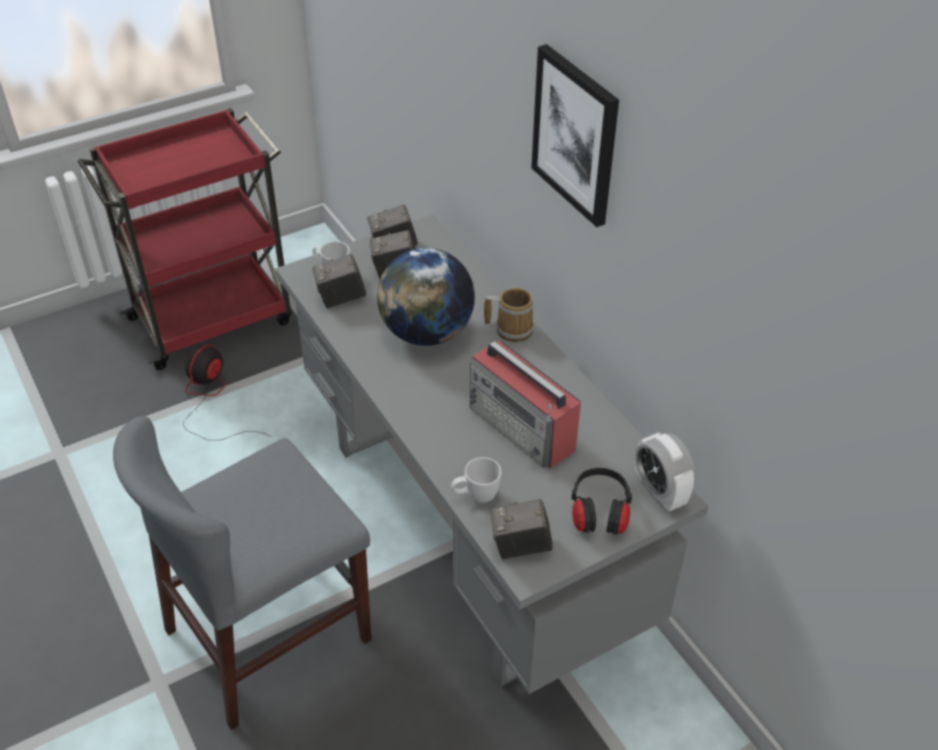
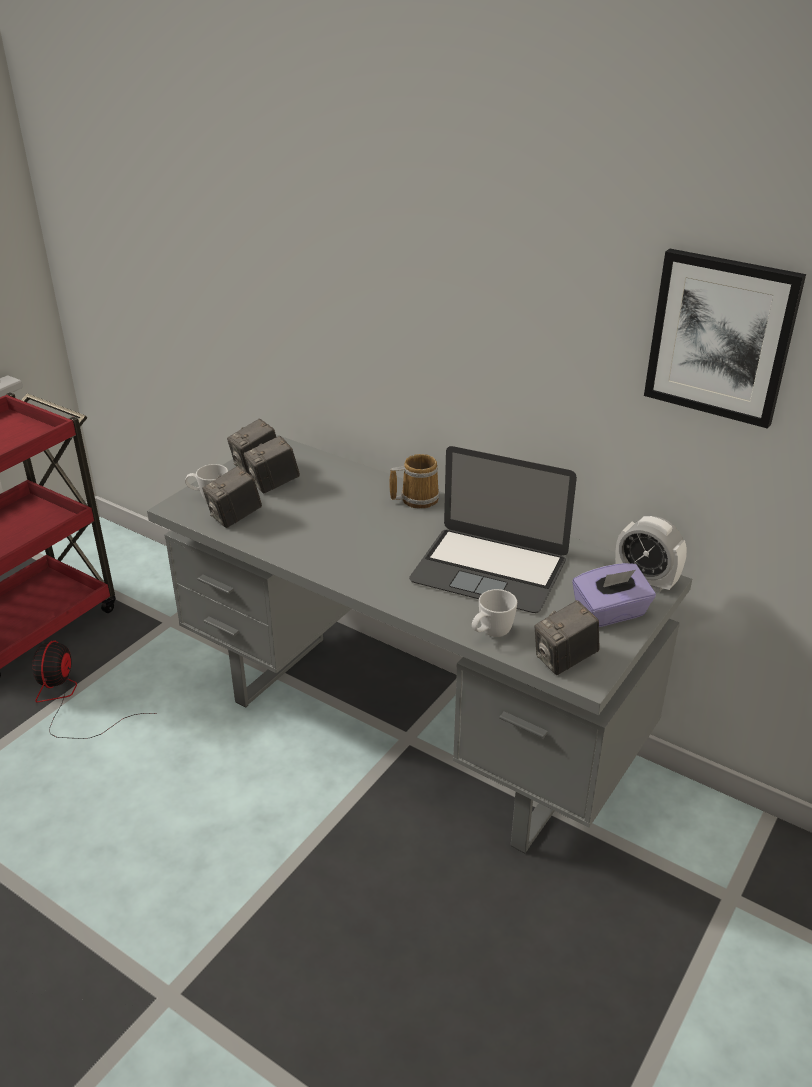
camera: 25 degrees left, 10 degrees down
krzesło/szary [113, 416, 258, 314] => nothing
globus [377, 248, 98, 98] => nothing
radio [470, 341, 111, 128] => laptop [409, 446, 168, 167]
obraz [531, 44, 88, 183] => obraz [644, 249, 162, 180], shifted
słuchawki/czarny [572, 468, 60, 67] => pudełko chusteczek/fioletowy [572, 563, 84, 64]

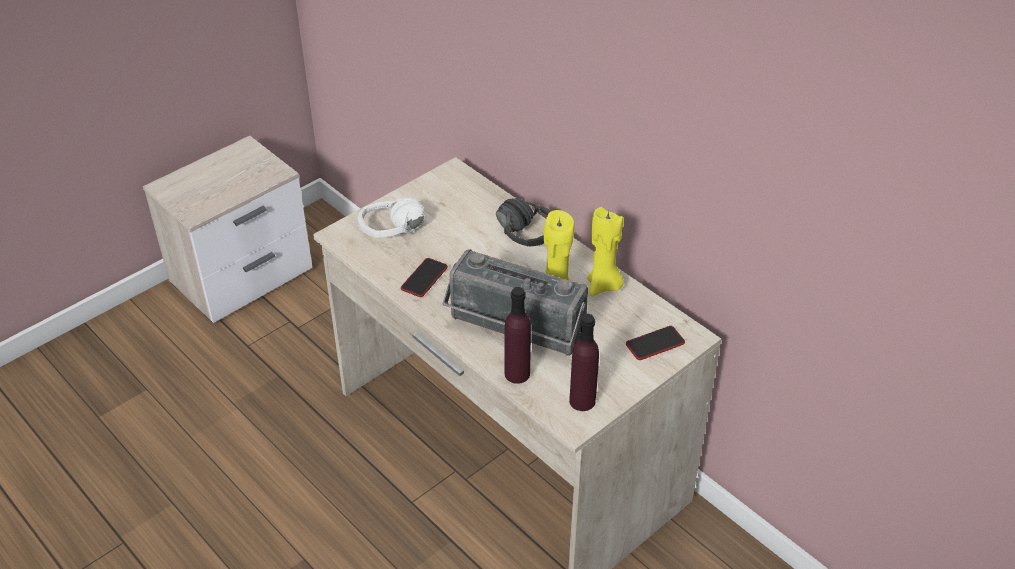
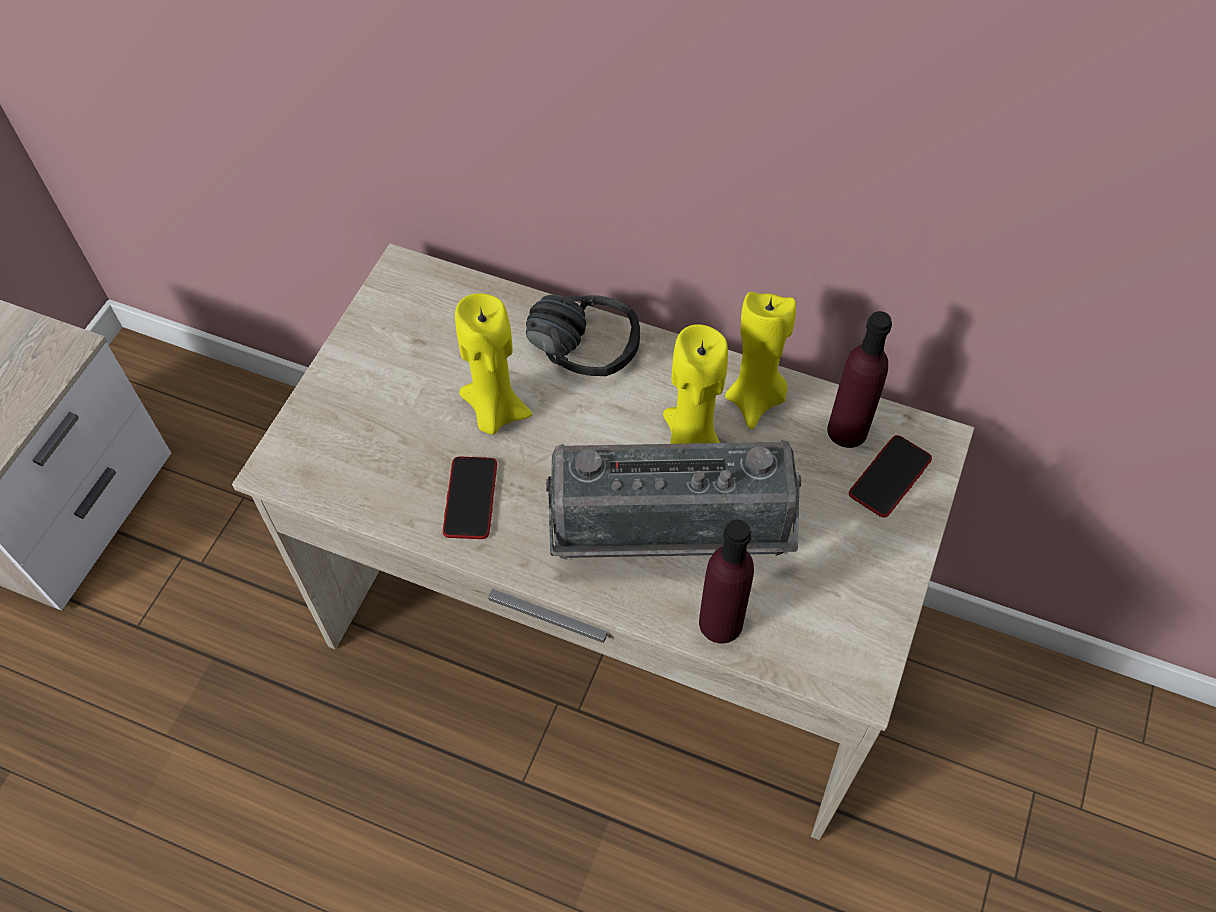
camera: 25 degrees left, 15 degrees up
słuchawki/biały [358, 198, 66, 39] => nothing
butelka/fioletowy [569, 314, 30, 97] => butelka/fioletowy [827, 311, 65, 137], shifted
nothing => świeca/żółty [455, 293, 78, 142]

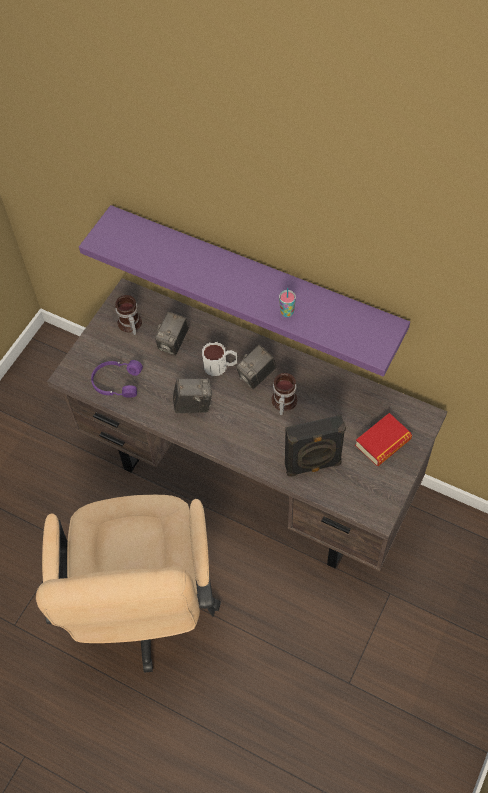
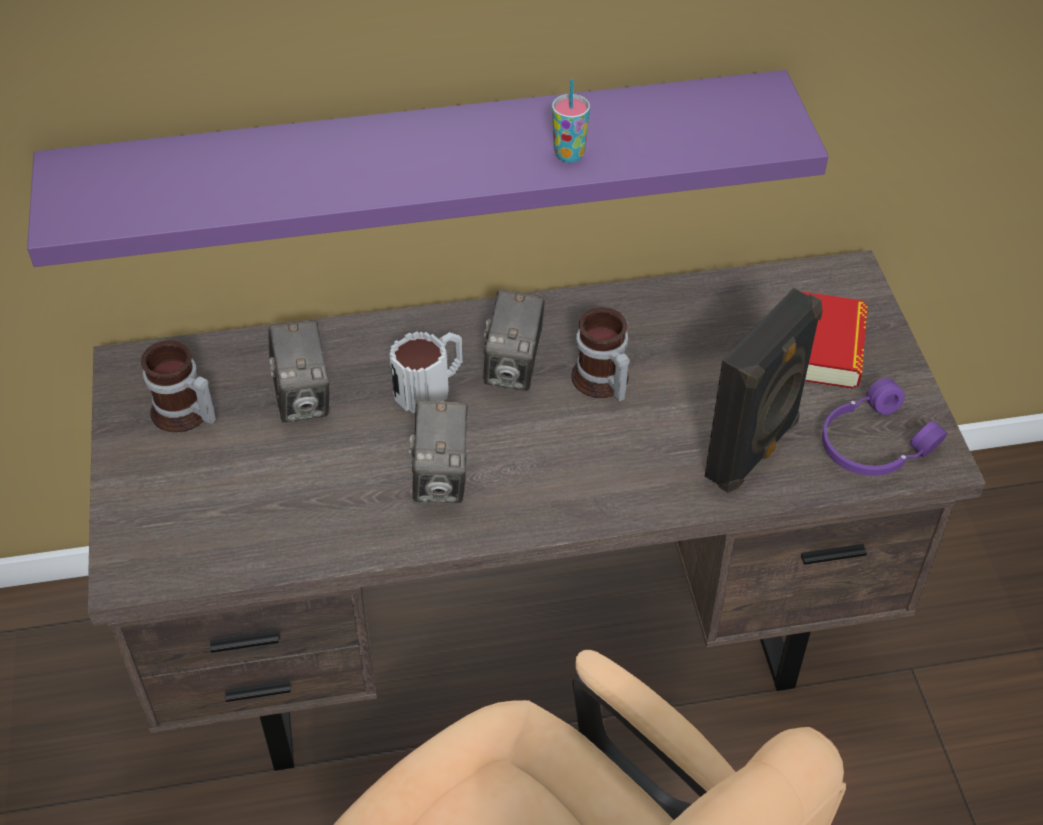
camera: 40 degrees left, 10 degrees down
słuchawki/fioletowy [91, 360, 52, 38] => słuchawki/fioletowy [822, 378, 126, 98], shifted
aparat fotograficzny [173, 378, 39, 35] => aparat fotograficzny [408, 401, 60, 102], 135 degrees clockwise

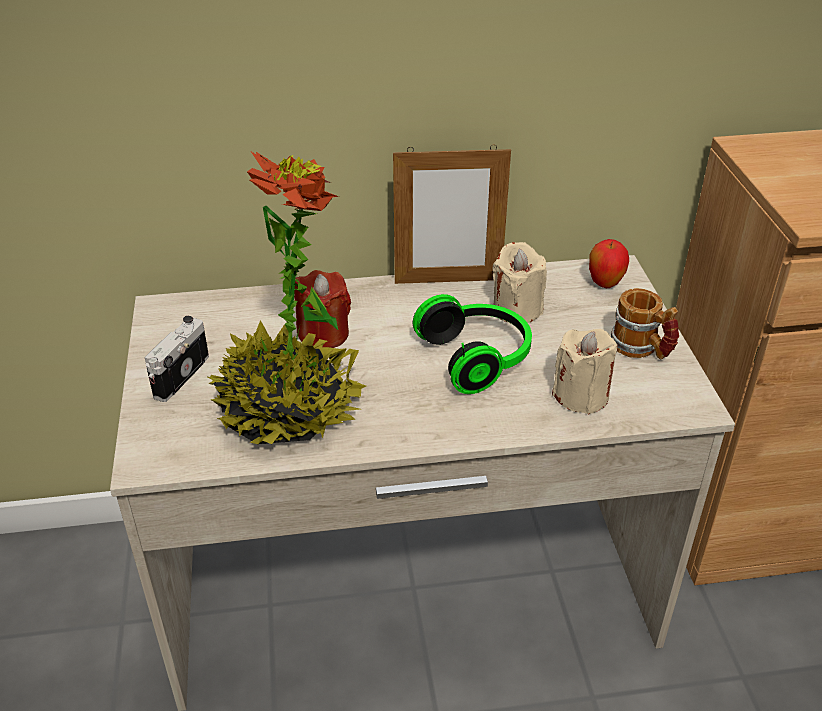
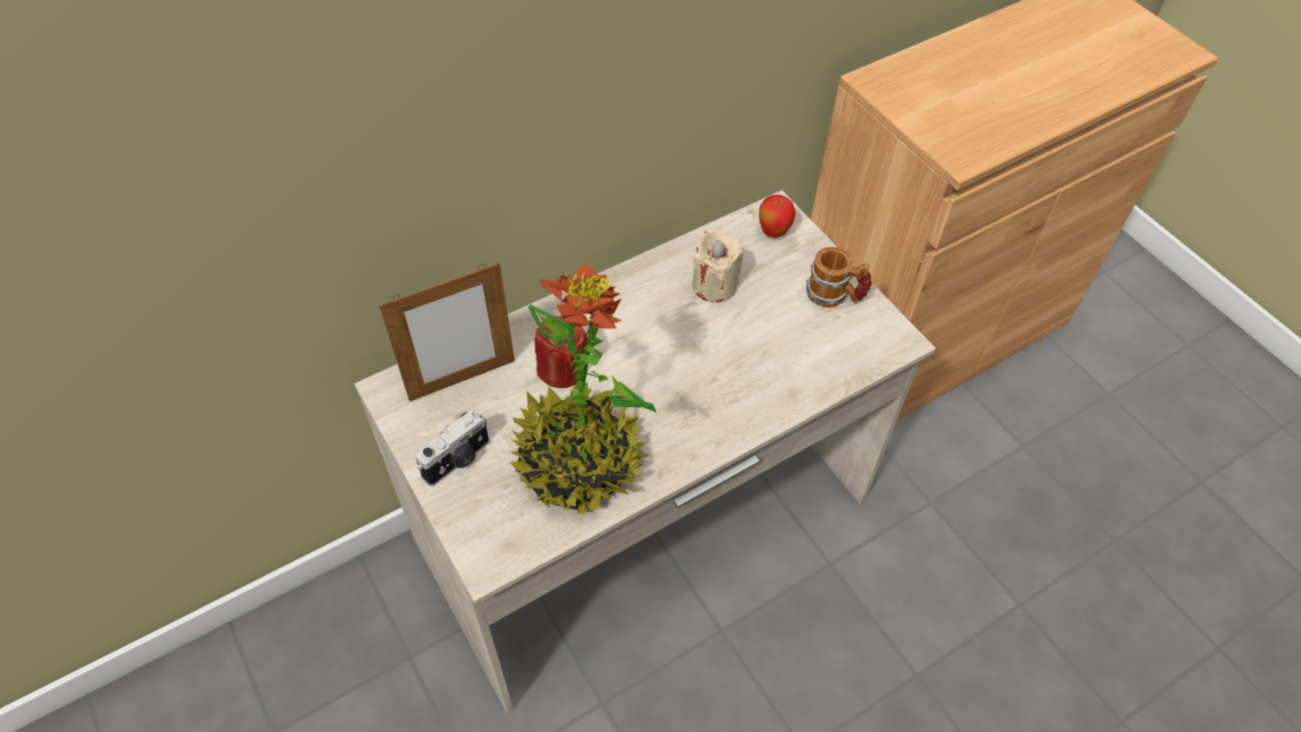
camera: 25 degrees left, 15 degrees up
aparat fotograficzny [144, 316, 65, 86] => aparat fotograficzny [415, 410, 74, 76], 135 degrees counterclockwise
ramka na zdjęcie [393, 145, 118, 139] => ramka na zdjęcie [379, 262, 136, 139], shifted
słuchawki [413, 294, 119, 100] => nothing
świeca/beżowy [552, 329, 66, 85] => nothing

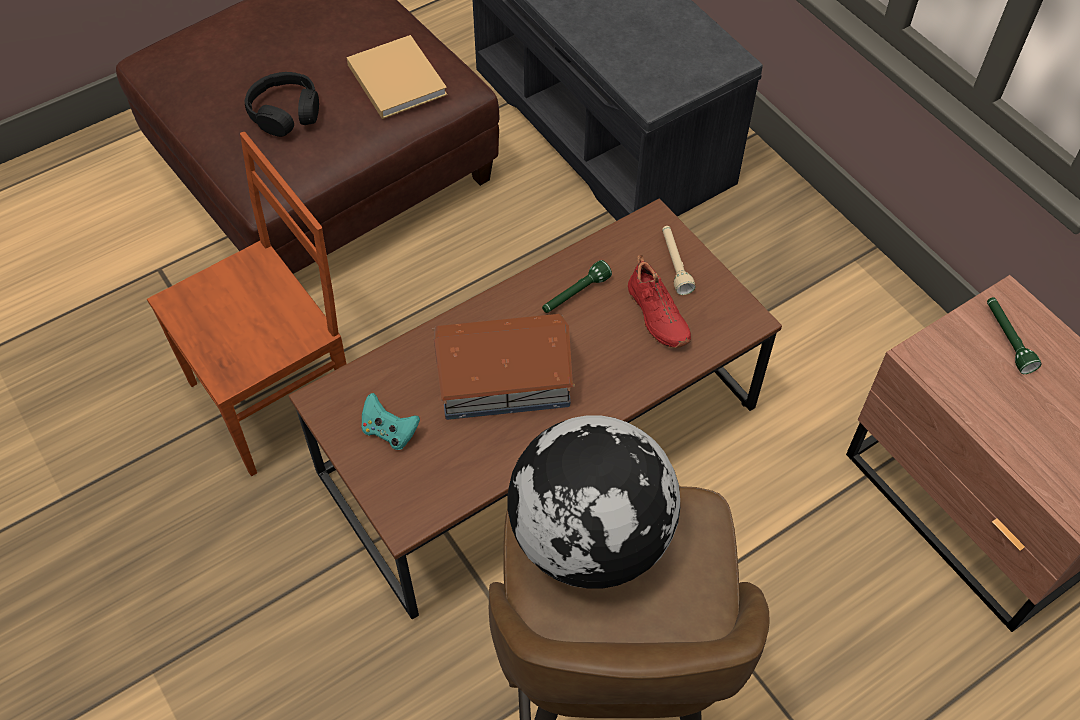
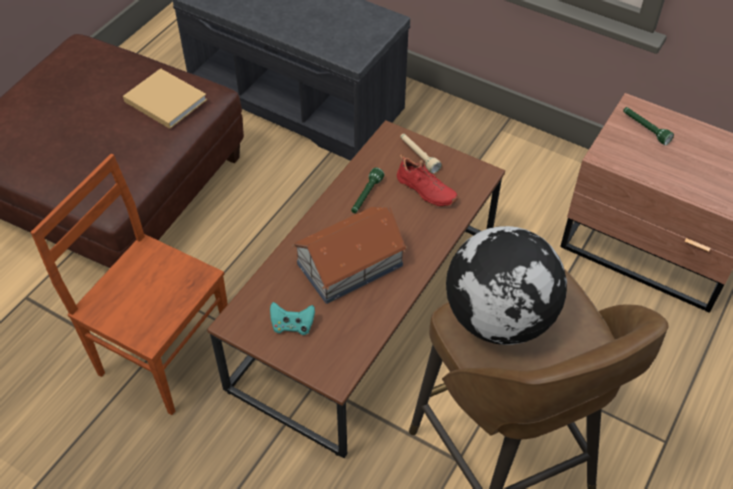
camera: 25 degrees left, 5 degrees down
krzesło/brązowy [147, 132, 199, 344] => krzesło/brązowy [31, 154, 197, 261], 90 degrees counterclockwise
słuchawki/czarny [245, 72, 74, 65] => nothing

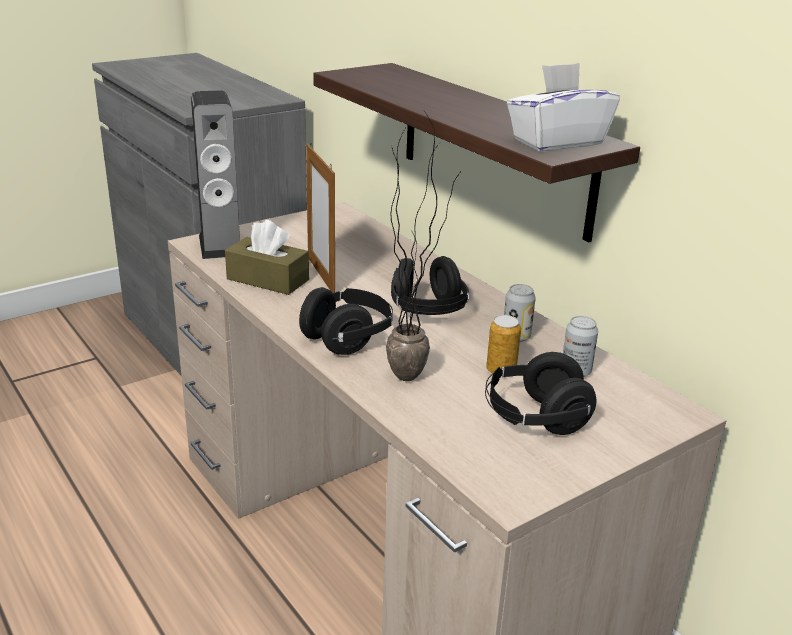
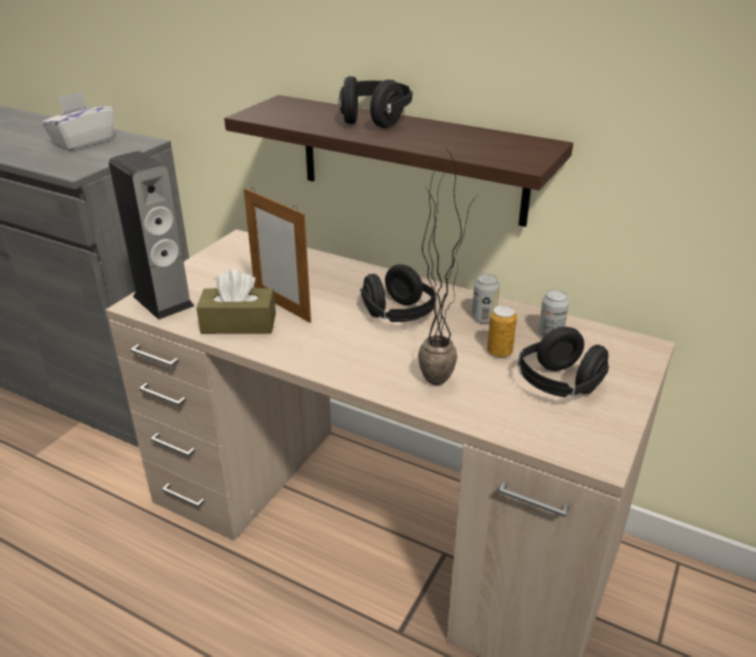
camera: 25 degrees left, 5 degrees up
słuchawki/czarny [299, 287, 94, 68] => słuchawki/czarny [338, 76, 74, 52], shifted
pudełko chusteczek/biały [507, 63, 113, 88] => pudełko chusteczek/biały [42, 91, 72, 60], shifted

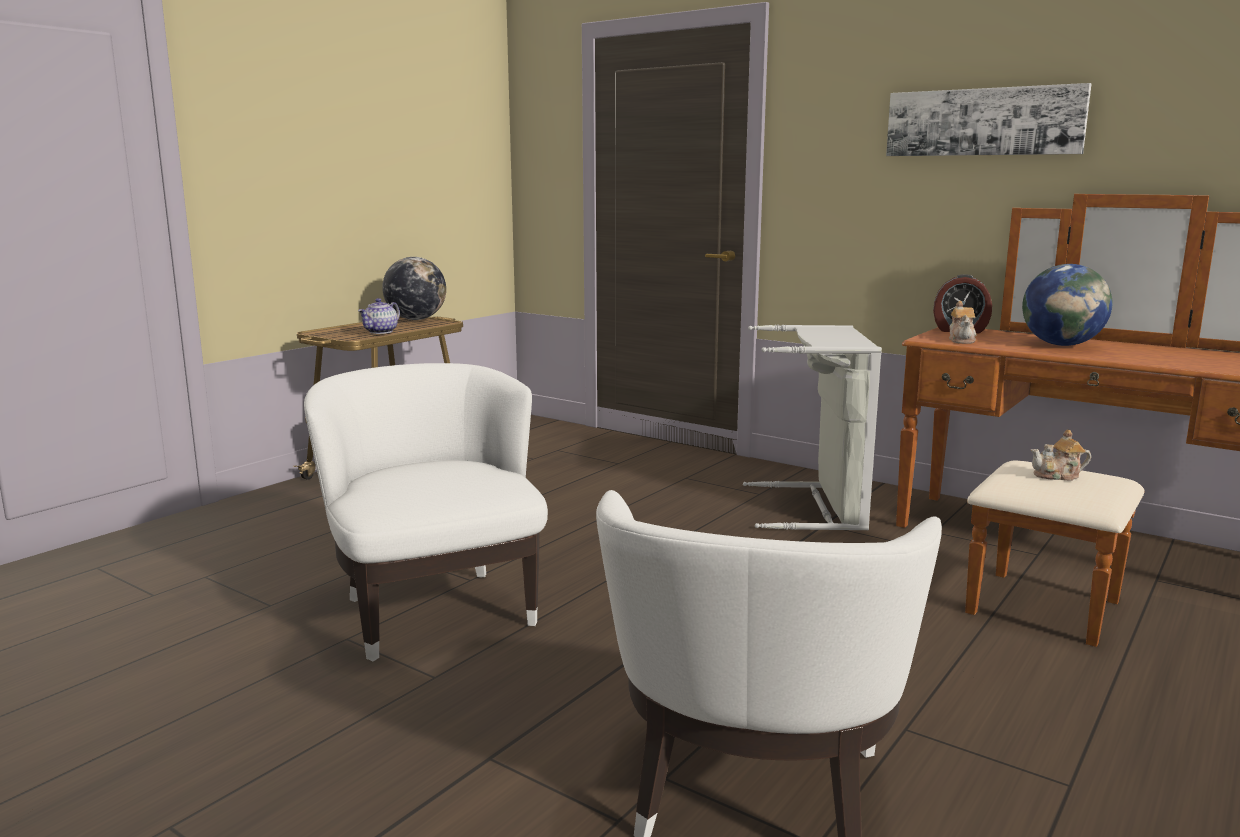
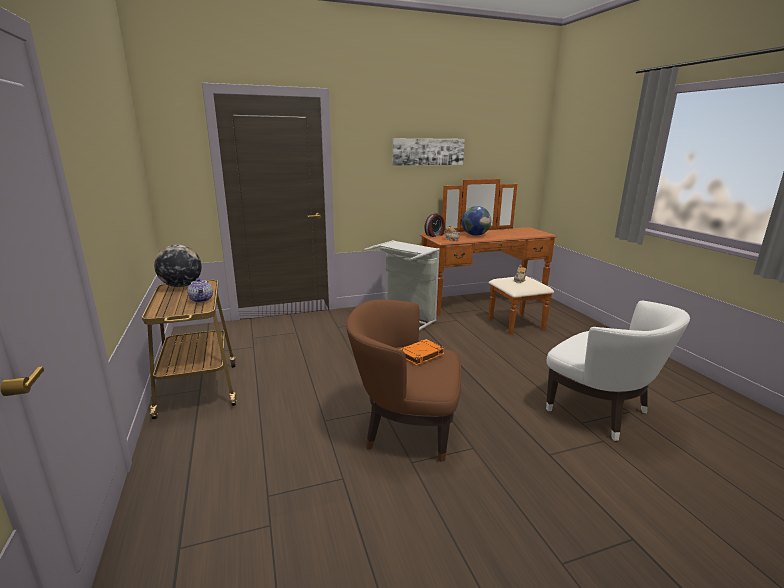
camera: 55 degrees left, 5 degrees up
fotel/biały [304, 363, 244, 298] => fotel/brązowy [346, 300, 115, 162]
nothing => książka/pomarańczowy [400, 339, 45, 27]

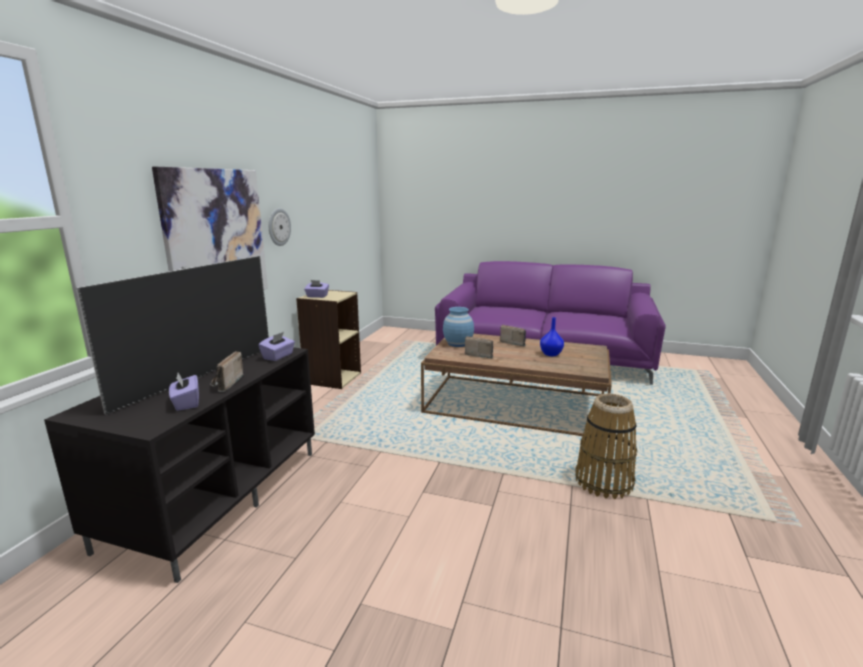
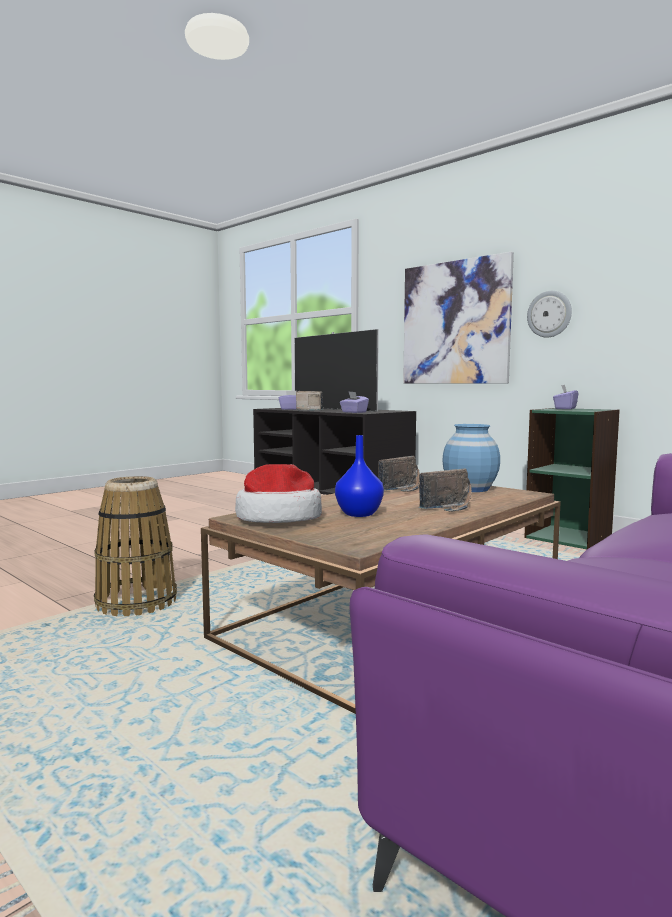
camera: 115 degrees right, 10 degrees down
regał/beżowy [296, 290, 65, 99] => regał/zielony [524, 408, 96, 141]
nothing => kapelusz [235, 464, 87, 59]

